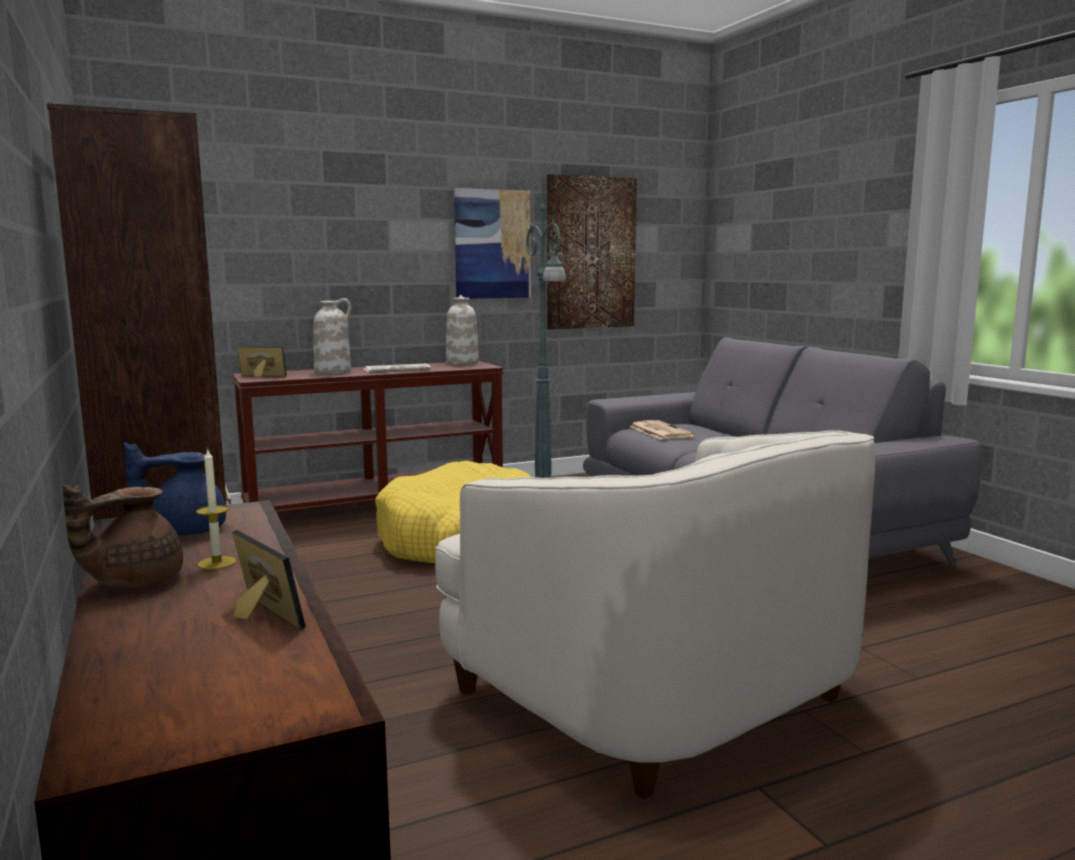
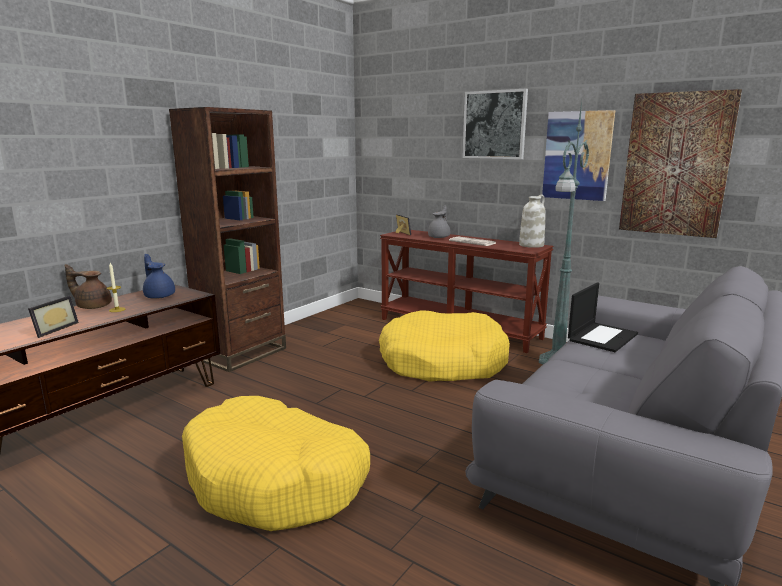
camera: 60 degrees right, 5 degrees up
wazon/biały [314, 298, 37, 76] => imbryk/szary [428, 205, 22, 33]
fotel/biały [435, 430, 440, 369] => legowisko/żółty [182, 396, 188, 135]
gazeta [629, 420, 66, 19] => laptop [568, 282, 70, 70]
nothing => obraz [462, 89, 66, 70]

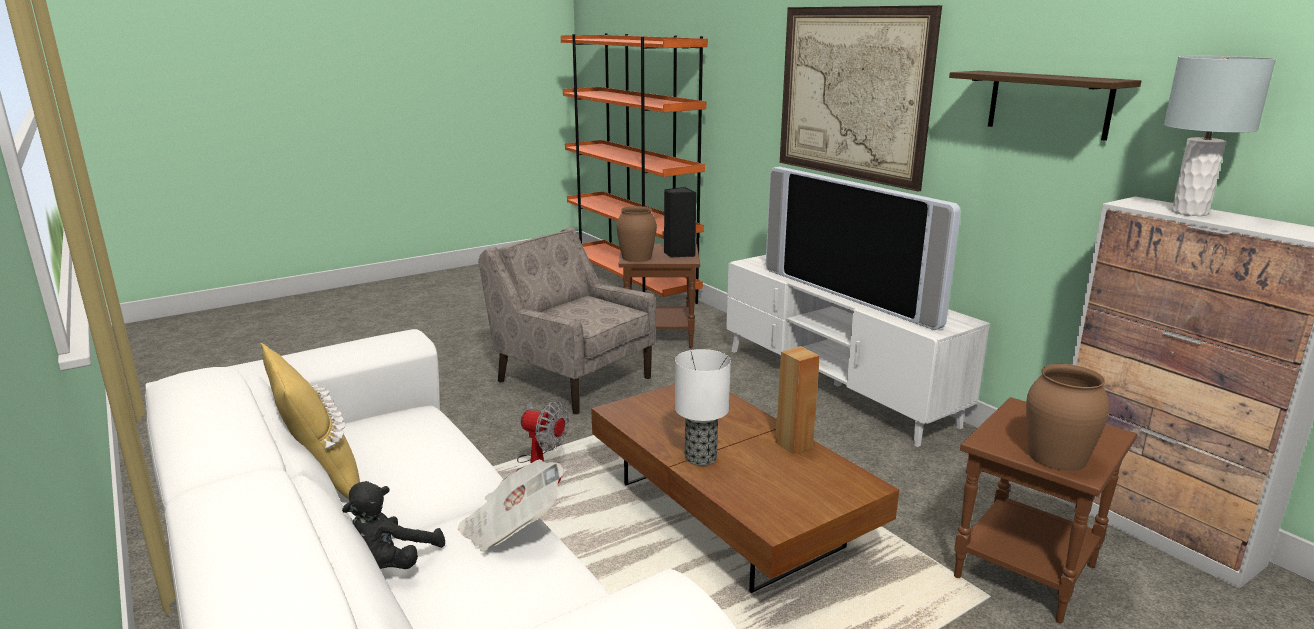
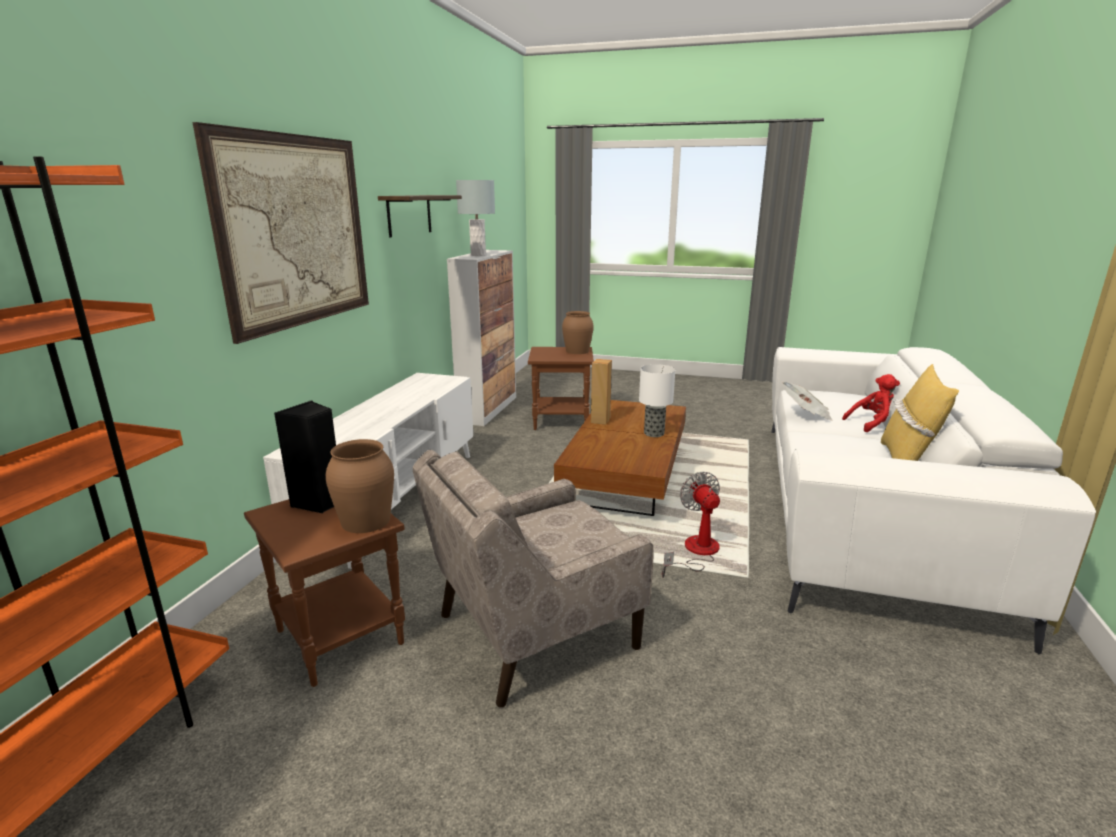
camera: 130 degrees left, 0 degrees up
pluszak/czarny [342, 481, 103, 88] => pluszak/czerwony [842, 374, 58, 58]
fotel/beżowy [478, 227, 178, 187] => fotel/beżowy [413, 450, 241, 258], 60 degrees clockwise
telewizor [766, 167, 195, 163] => nothing

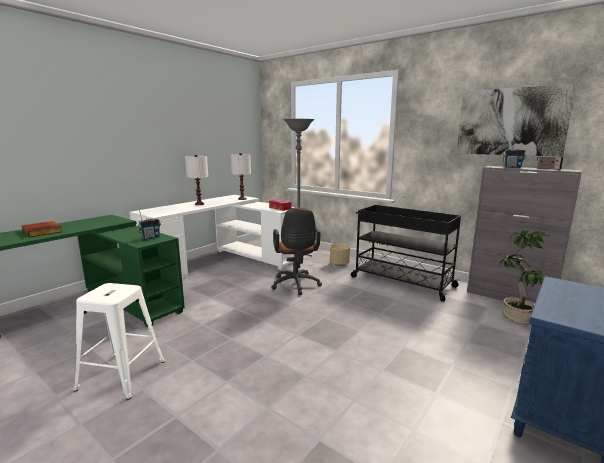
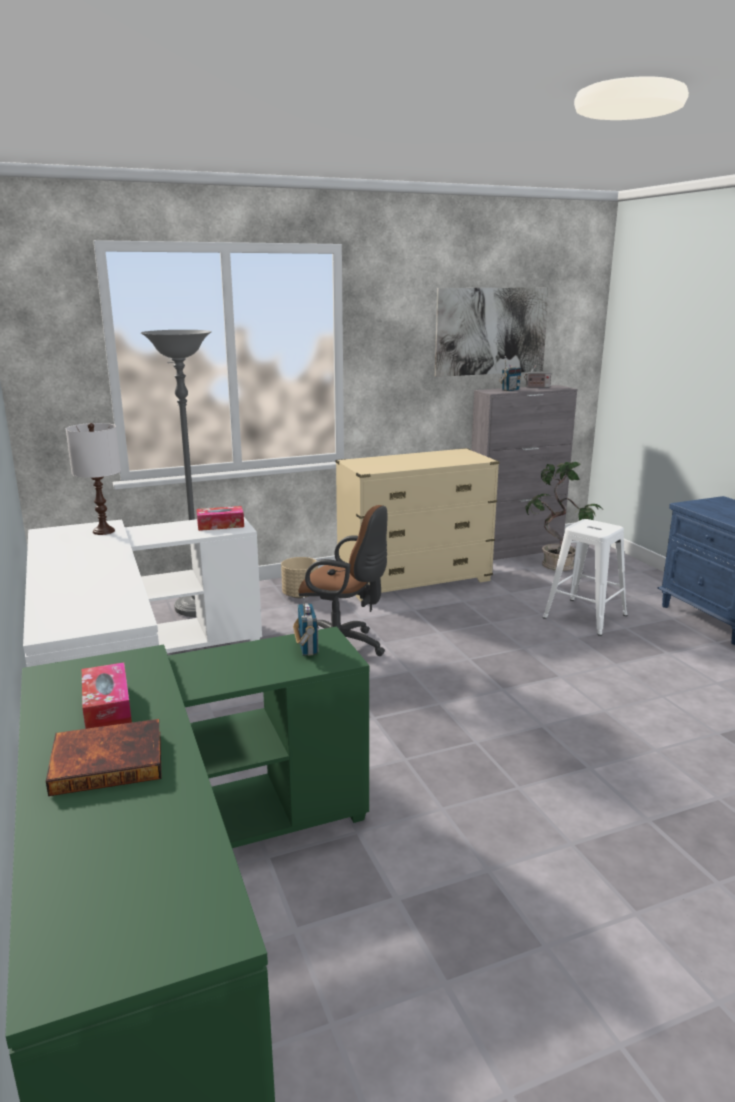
camera: 60 degrees left, 5 degrees up
stołek/biały [74, 283, 91, 117] => stołek/biały [543, 519, 85, 117], shifted
lampa stołowa/biały [185, 154, 23, 51] => nothing
wózek/czarny [351, 205, 110, 97] => komoda/beżowy [336, 448, 164, 154]
nothing => pudełko chusteczek [82, 662, 50, 67]

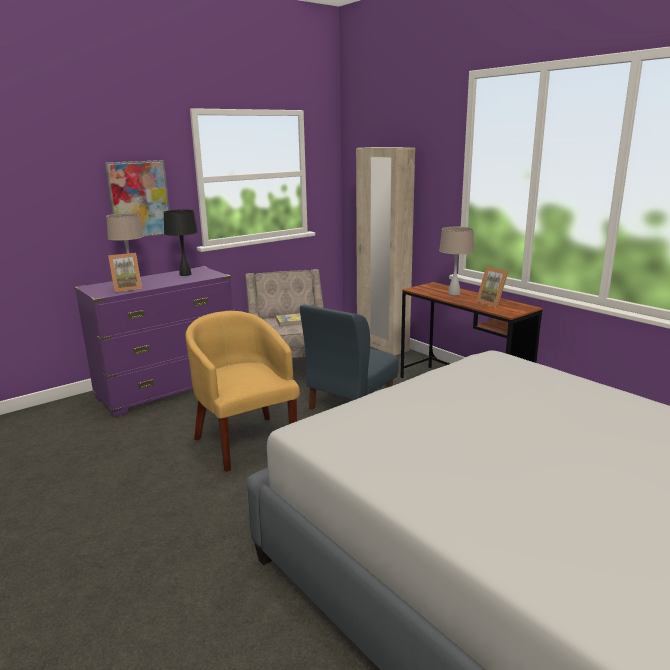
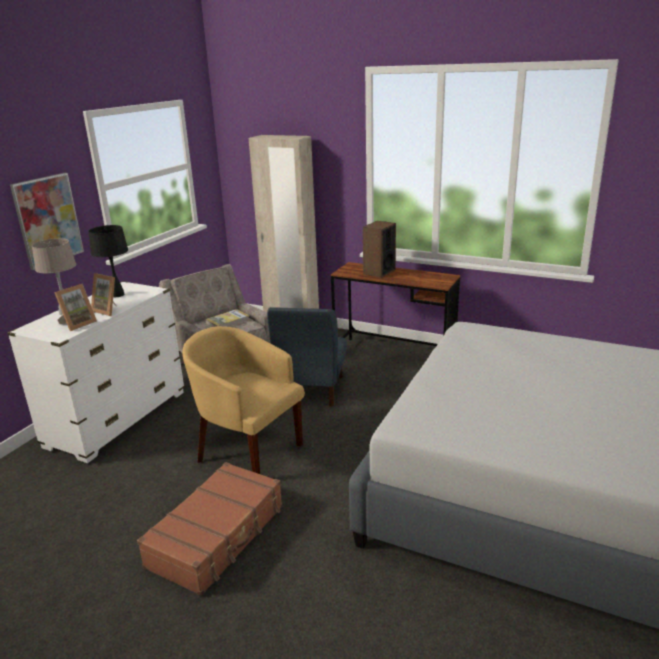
camera: 25 degrees left, 5 degrees up
komoda/fioletowy [75, 266, 159, 151] => komoda/biały [7, 281, 178, 182]
lampa stołowa/beżowy [439, 227, 35, 68] => głośnik [363, 221, 33, 57]
ramka na zdjęcie [476, 266, 33, 42] => ramka na zdjęcie [91, 273, 26, 43], shifted
nothing => walizka/brązowy [137, 462, 146, 134]

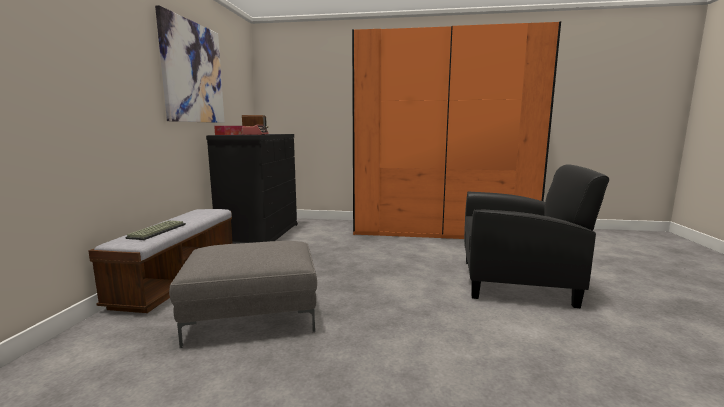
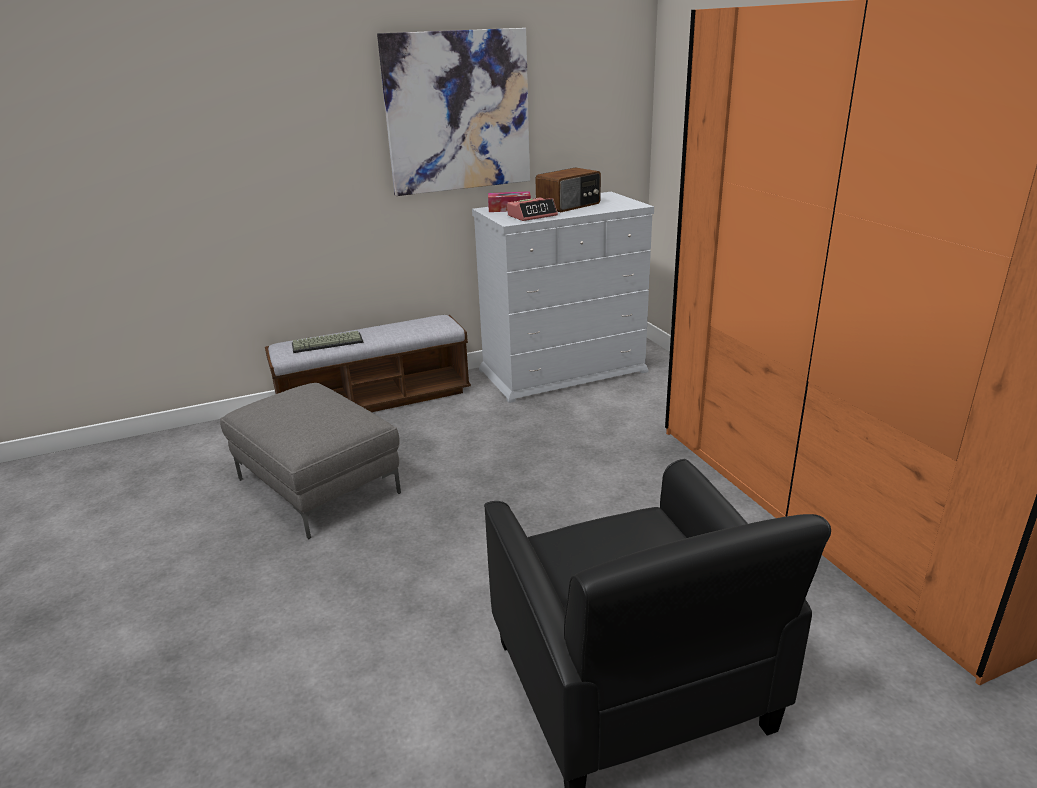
camera: 60 degrees right, 15 degrees up
komoda/czarny [206, 134, 92, 110] => komoda/biały [472, 192, 182, 211]

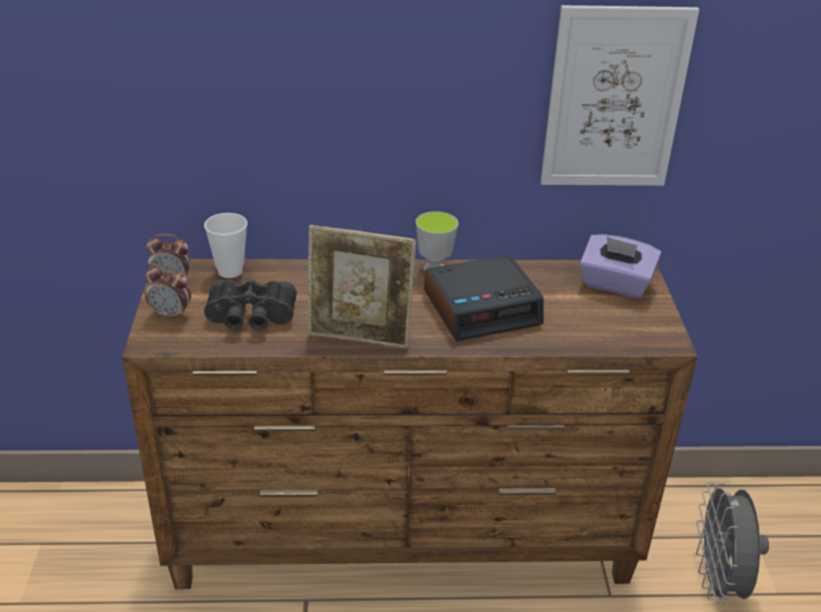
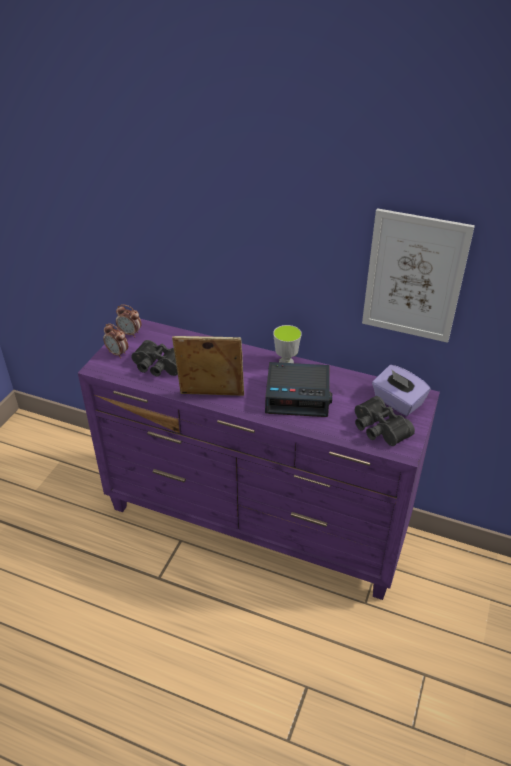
camera: 25 degrees right, 5 degrees up
komoda/brązowy [122, 259, 576, 330] => komoda/fioletowy [78, 319, 362, 281]
filiżanka [204, 213, 43, 65] => nothing
ramka na zdjęcie [308, 225, 108, 124] => ramka na zdjęcie [172, 336, 72, 60], 150 degrees clockwise
wentylator/szary [696, 483, 73, 122] => nothing
nothing => lornetka/czarny [355, 396, 60, 50]

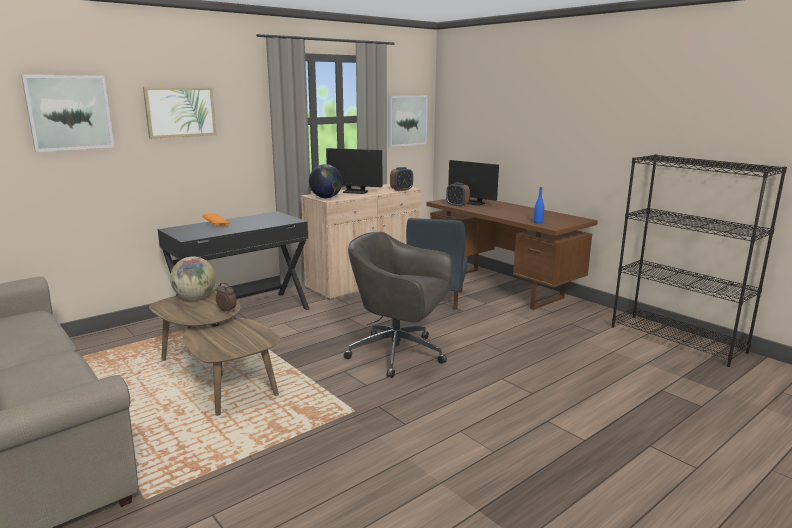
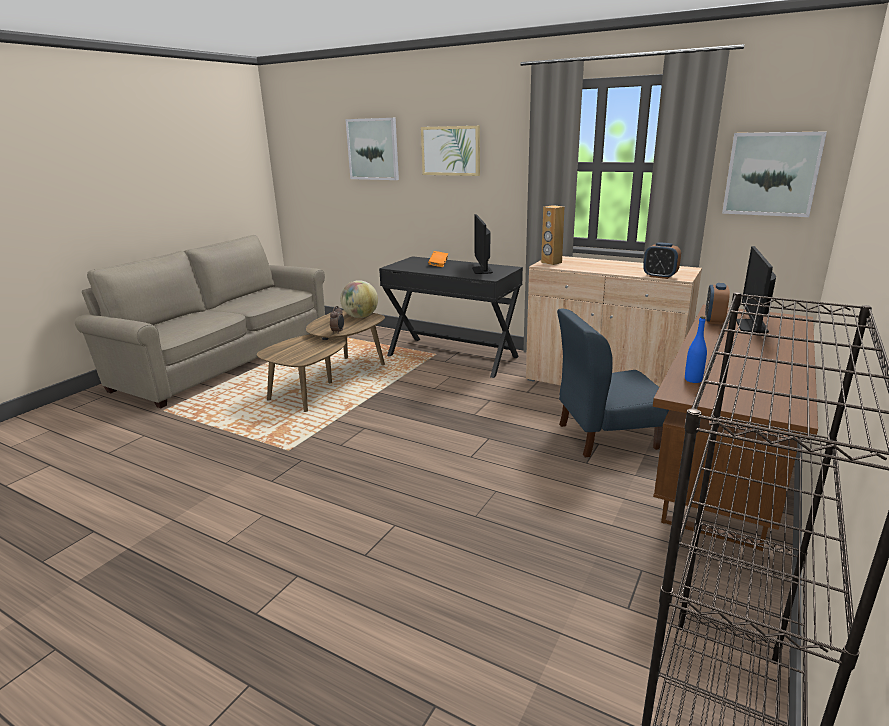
camera: 70 degrees right, 5 degrees up
globus [309, 164, 33, 34] => głośnik/brązowy [541, 205, 23, 60]
monitor [326, 148, 56, 46] => monitor [472, 214, 21, 60], shifted
krzesło biurowe/szary [344, 232, 109, 146] => nothing

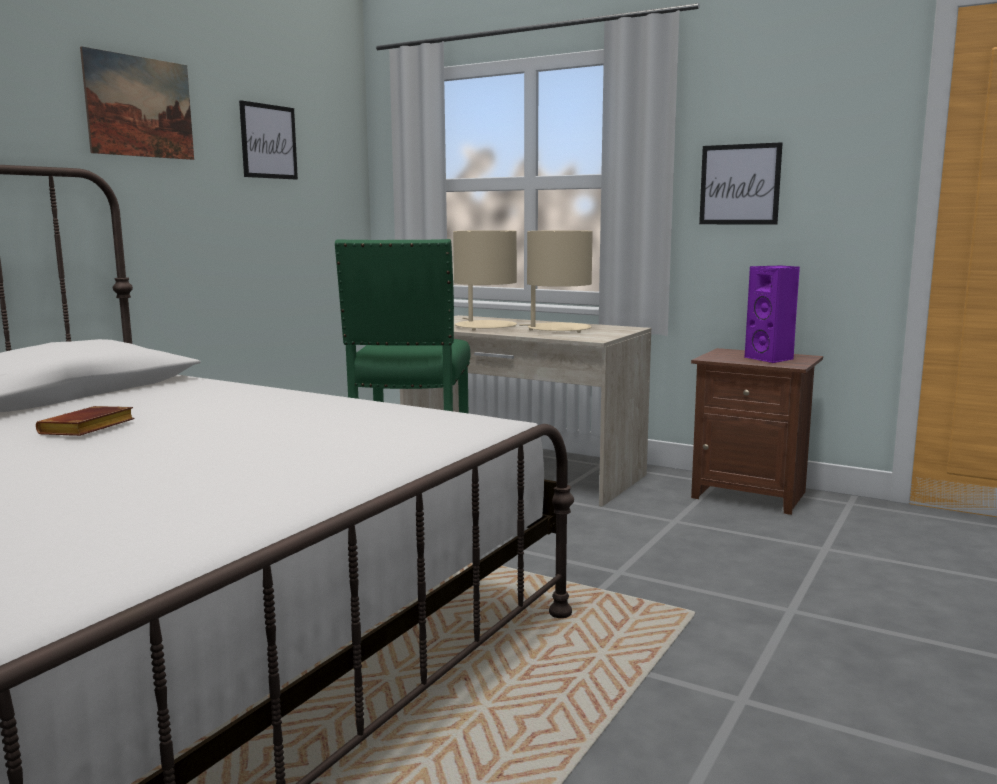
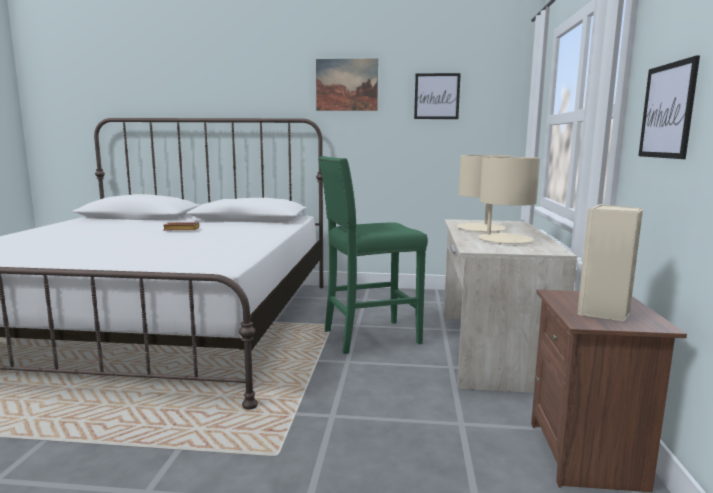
camera: 65 degrees right, 0 degrees up
głośnik/fioletowy [745, 265, 55, 98] => głośnik/beżowy [577, 204, 66, 118]

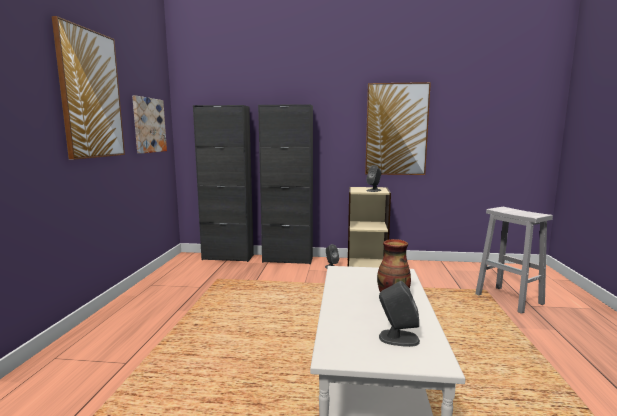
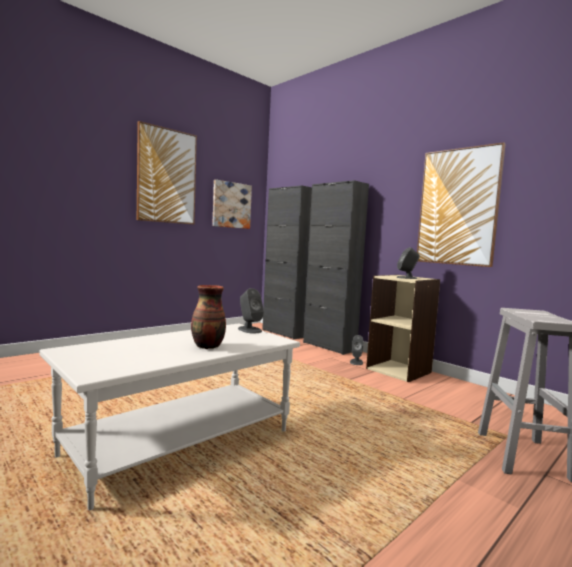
camera: 40 degrees right, 5 degrees down
głośnik/szary [379, 281, 41, 66] => głośnik/szary [238, 288, 26, 46], shifted

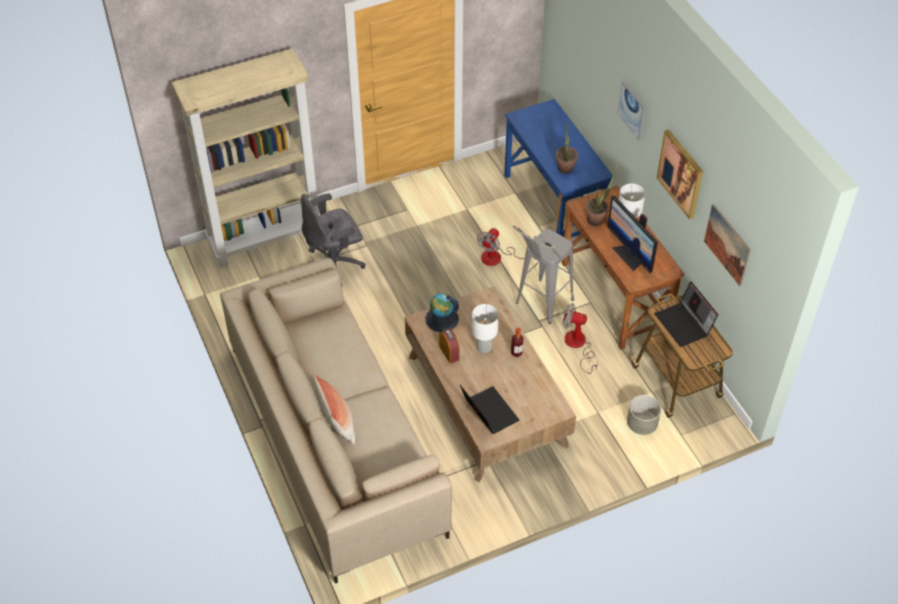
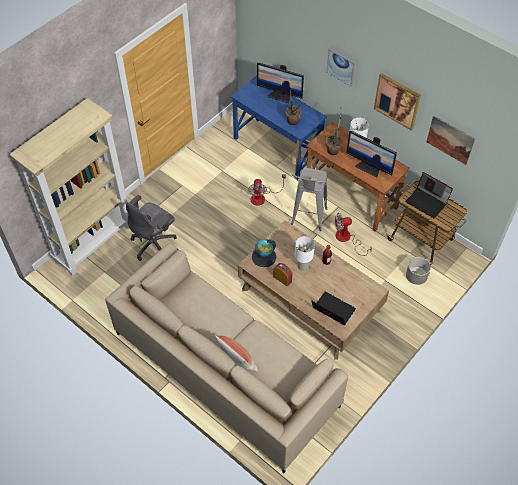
camera: 25 degrees left, 5 degrees up
nothing => monitor [257, 63, 47, 40]

